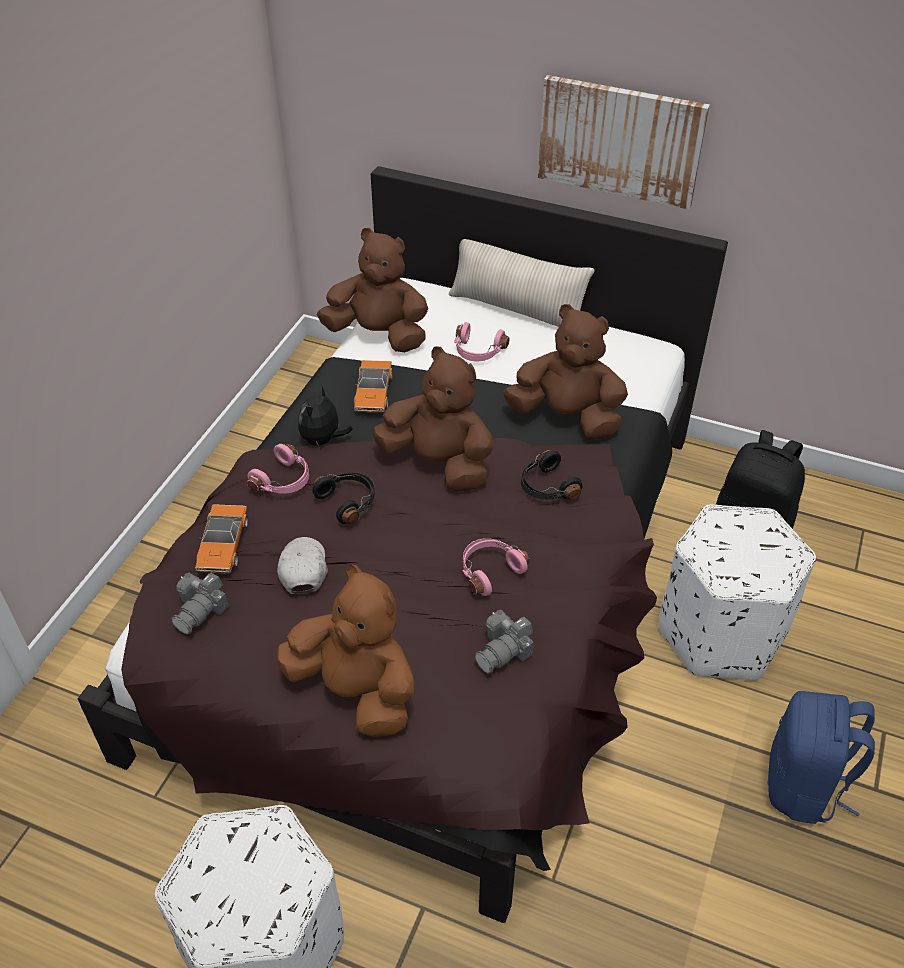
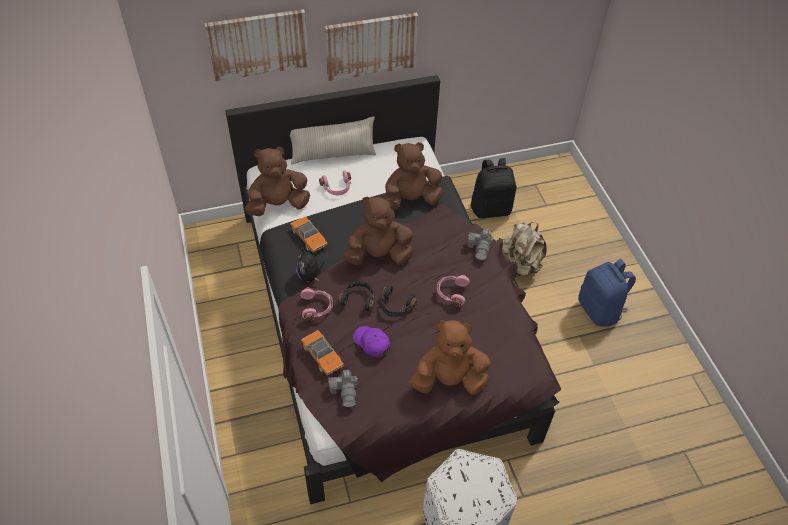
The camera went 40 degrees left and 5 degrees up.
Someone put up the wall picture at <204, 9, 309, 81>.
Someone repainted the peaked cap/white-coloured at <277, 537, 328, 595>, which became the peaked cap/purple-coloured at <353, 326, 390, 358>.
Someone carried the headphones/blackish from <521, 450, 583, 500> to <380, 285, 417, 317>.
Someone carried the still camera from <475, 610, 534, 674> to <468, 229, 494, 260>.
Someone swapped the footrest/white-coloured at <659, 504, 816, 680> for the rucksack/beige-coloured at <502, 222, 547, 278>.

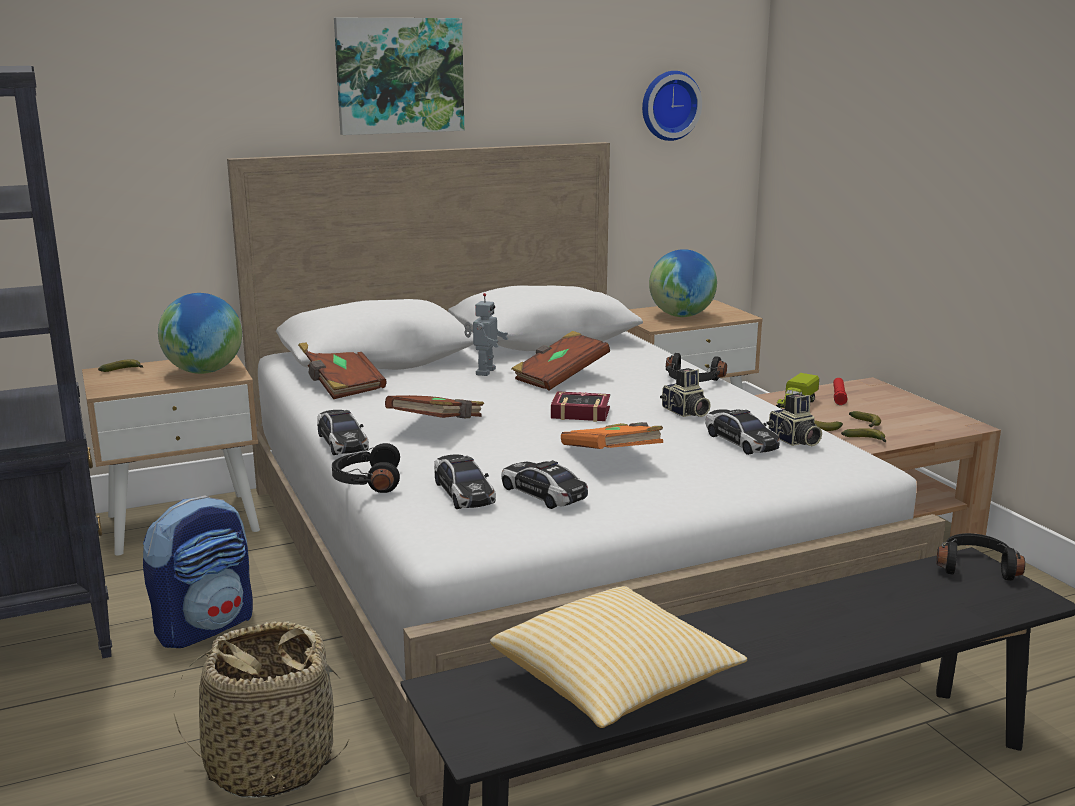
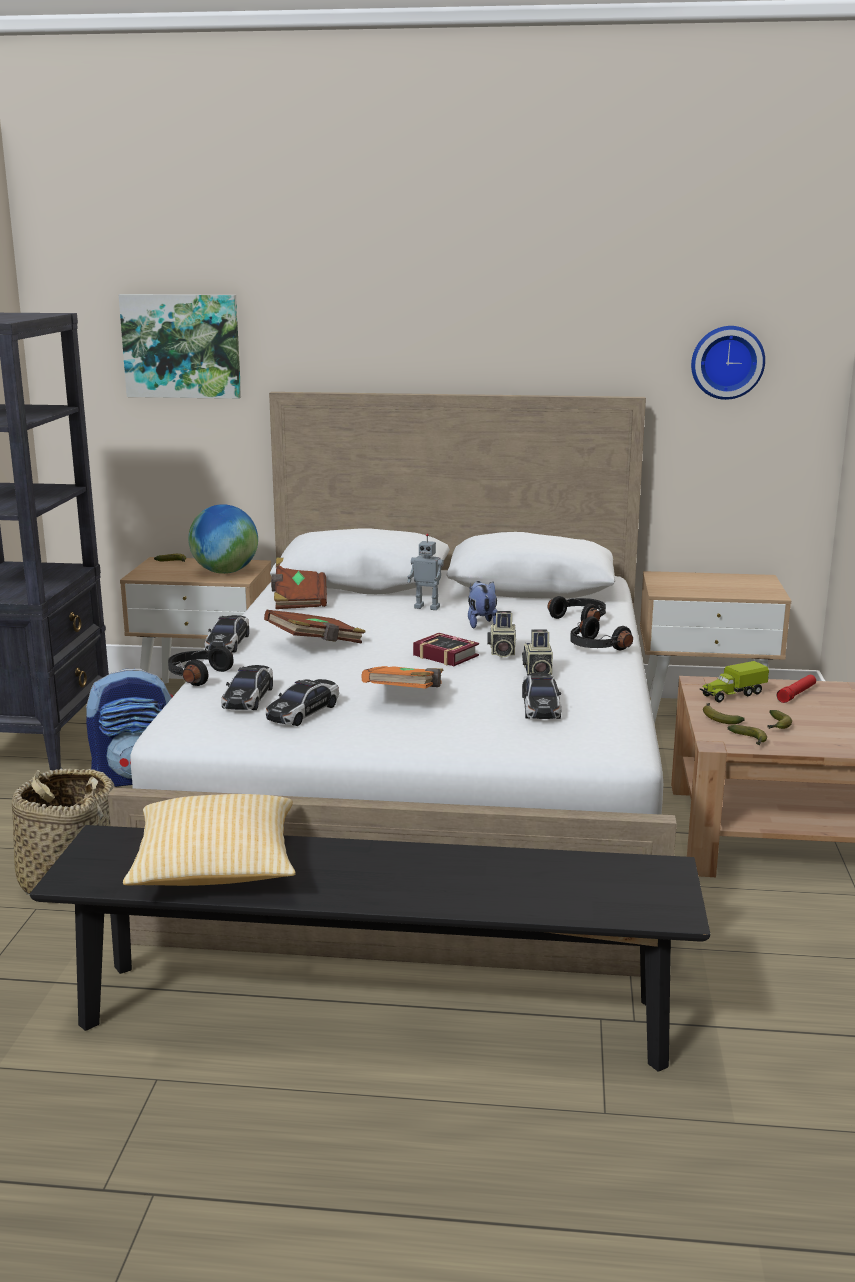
The camera went 30 degrees right and 0 degrees up.
Someone carried the wall picture from <334, 18, 464, 135> to <119, 294, 241, 399>.
Someone rotated the model car at <501, 460, 588, 509> by 135 degrees counterclockwise.
Someone rotated the toy robot at <464, 293, 508, 376> by 60 degrees clockwise.
Someone swapped the volume/brown at <512, 331, 610, 390> for the soft toy at <468, 581, 497, 629>.
Someone carried the still camera from <767, 393, 822, 446> to <487, 611, 516, 657>.
Someone carried the headphones/blackish from <936, 533, 1025, 581> to <548, 596, 606, 621>.
Someone took away the desk globe at <649, 249, 717, 317>.

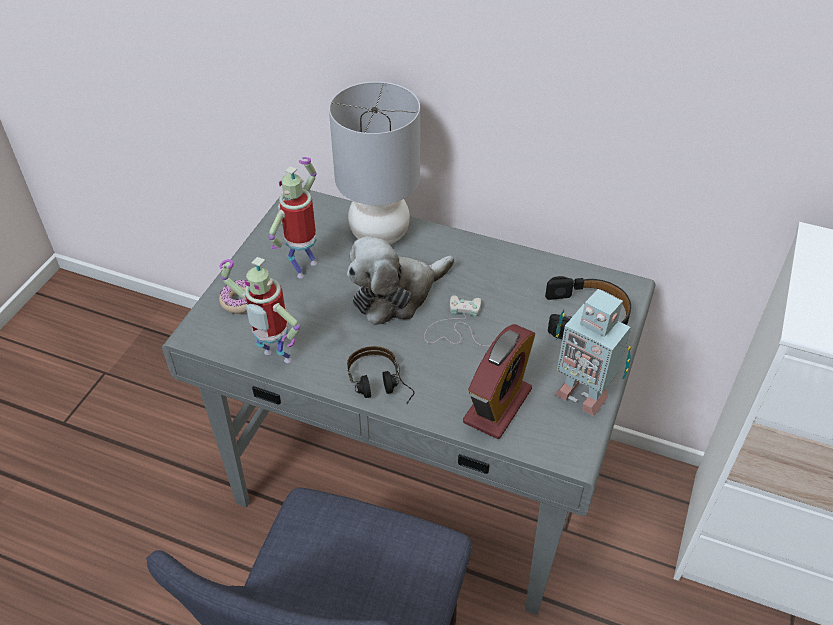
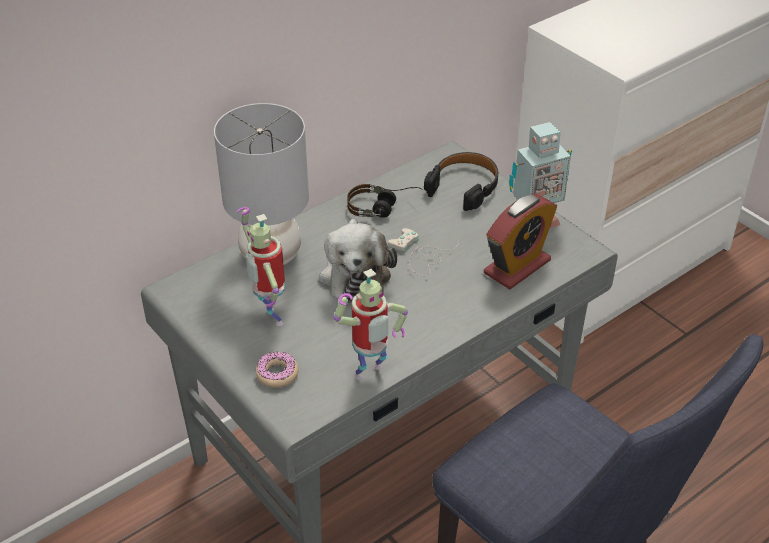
The camera went 60 degrees left and 5 degrees down.
Someone carried the headphones from <347, 346, 415, 404> to <347, 184, 423, 218>.
Someone rotated the alarm clock at <463, 324, 535, 439> by 75 degrees clockwise.

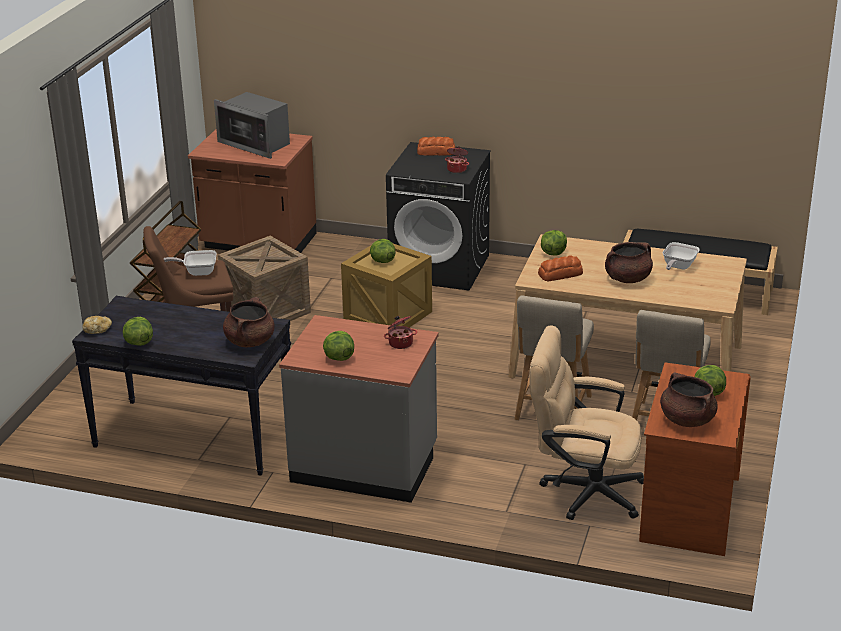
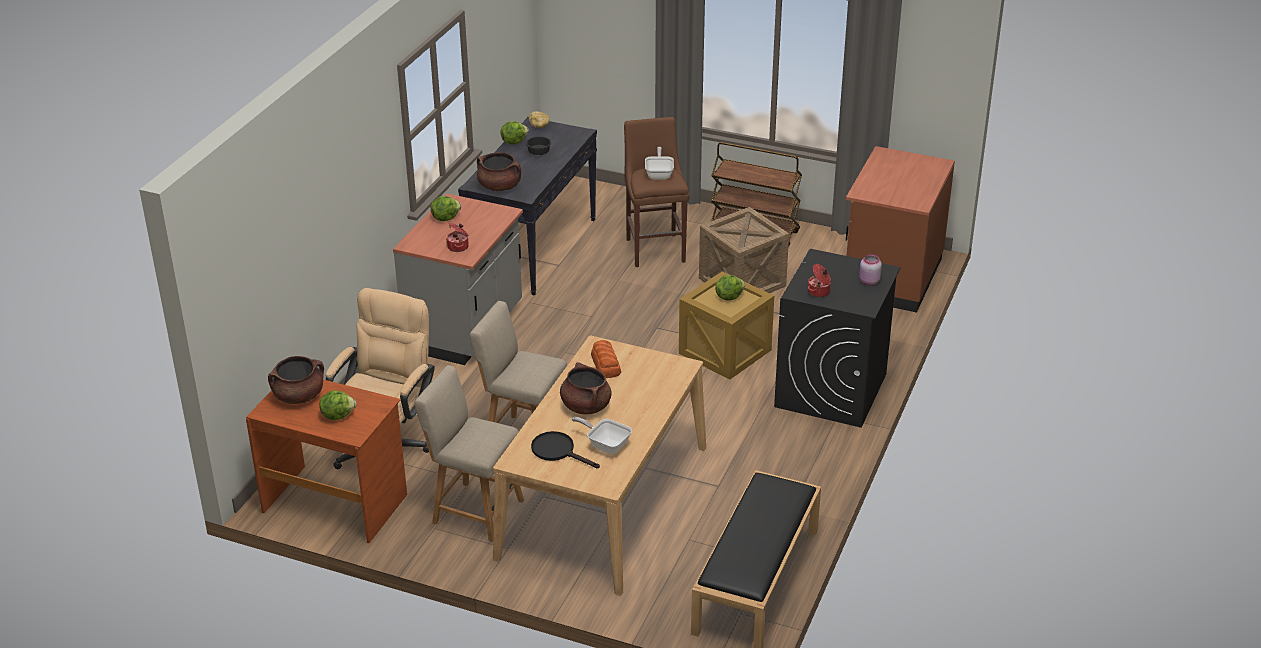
The camera went 95 degrees right and 5 degrees up.
Someone put down the bowl/blackish at <526, 136, 551, 155>.
Someone put down the pan/blackish at <531, 431, 600, 468>.
Someone swapped the bakery bread at <417, 137, 456, 156> for the storage jar/pinkish at <859, 254, 882, 285>.
Someone took away the kitchen microwave at <214, 92, 290, 159>.
Someone took away the head of lettuce at <541, 230, 567, 256>.

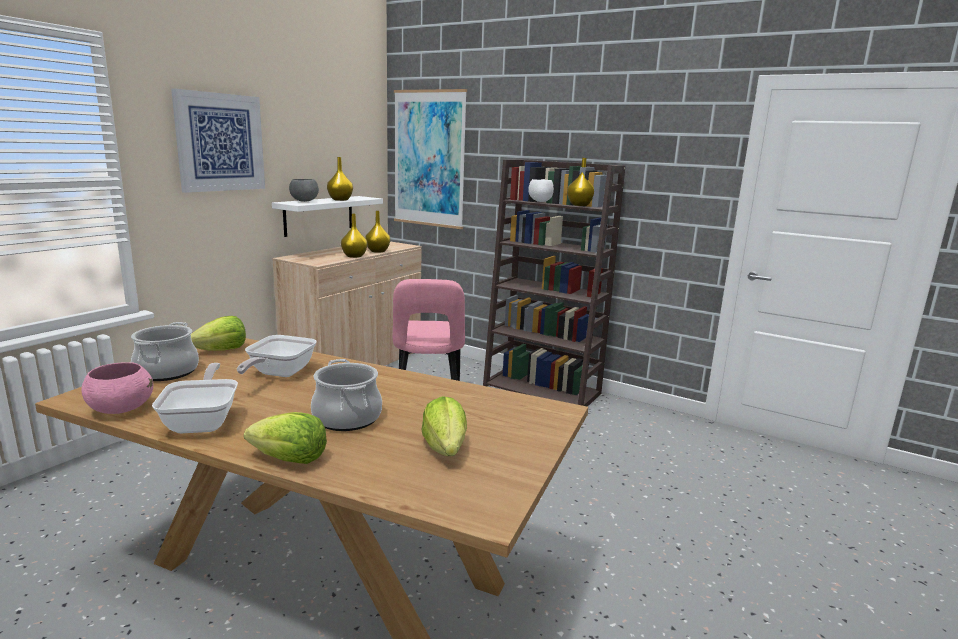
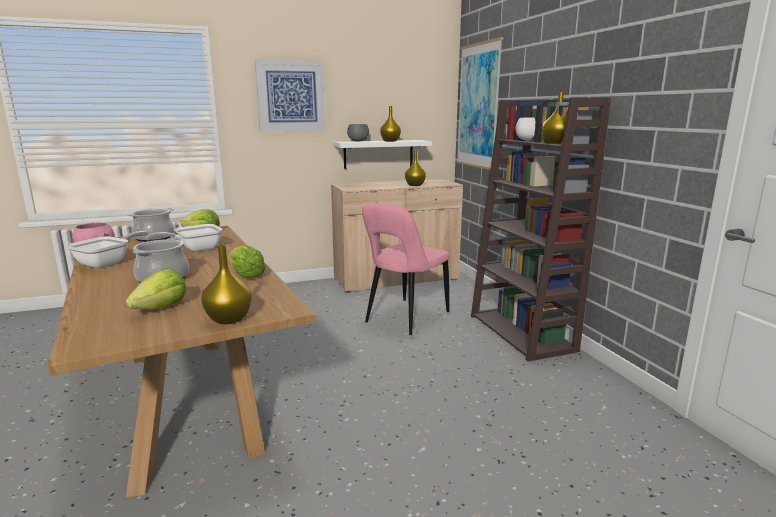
The camera went 40 degrees right and 0 degrees up.
Someone carried the vase/yellowish from <341, 214, 368, 258> to <201, 244, 252, 324>.
Someone carried the head of lettuce from <244, 412, 327, 464> to <229, 245, 265, 279>.

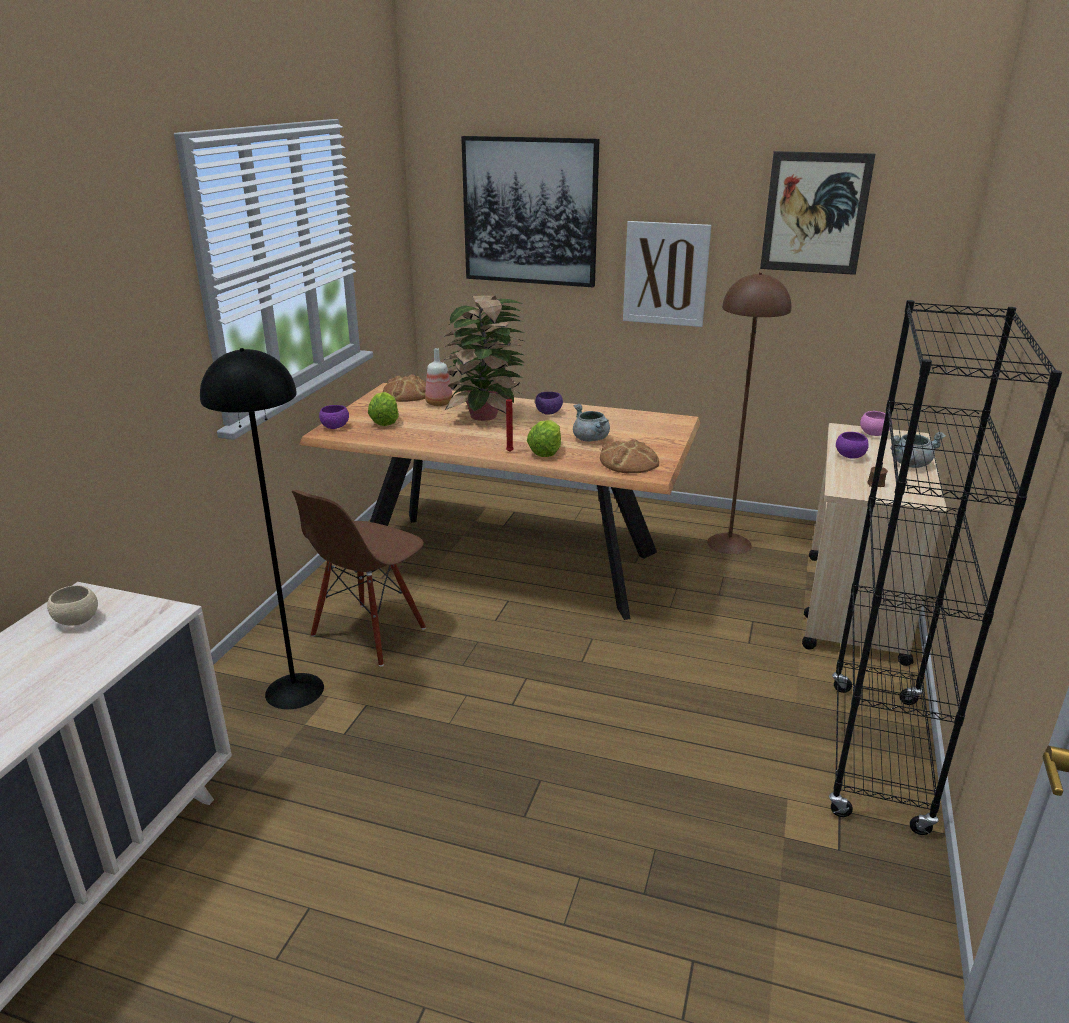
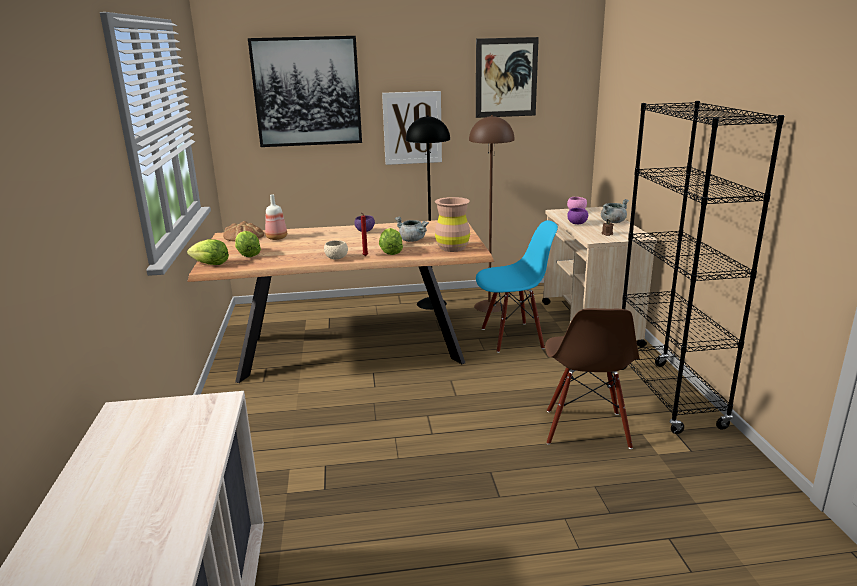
The camera went 25 degrees left and 5 degrees down.
Someone swapped the bowl/purple-coloured at <319, 405, 349, 429> for the head of lettuce at <187, 239, 229, 265>.
Someone carried the bowl/beige-coloured from <47, 585, 98, 625> to <324, 240, 348, 259>.
Someone carried the floor lamp/blackish from <200, 348, 324, 709> to <406, 115, 450, 310>.
Someone swapped the bakery bread at <600, 439, 659, 473> for the vase/brown at <435, 197, 470, 252>.
Someone put down the upright chair/blue-coloured at <476, 220, 558, 353>.
Someone carried the upright chair/brown from <292, 490, 426, 667> to <545, 308, 640, 449>.
Someone took away the houseplant at <444, 295, 525, 421>.

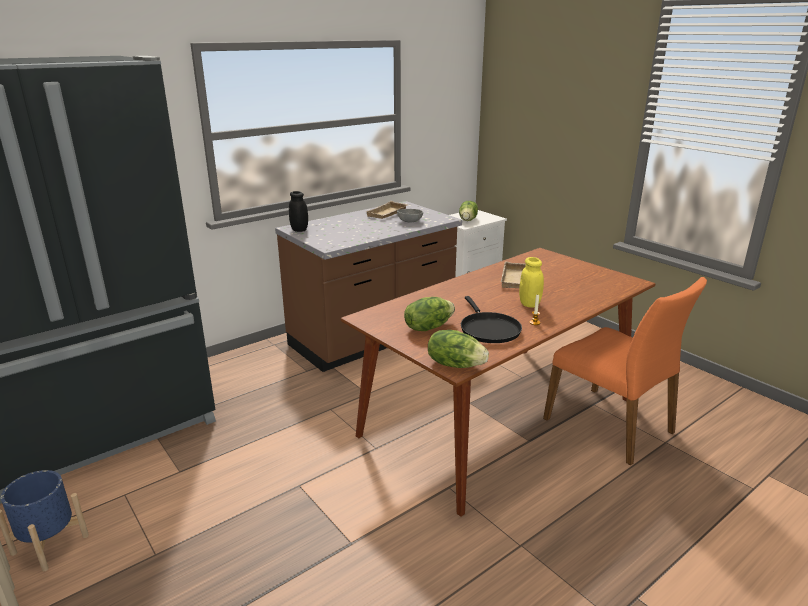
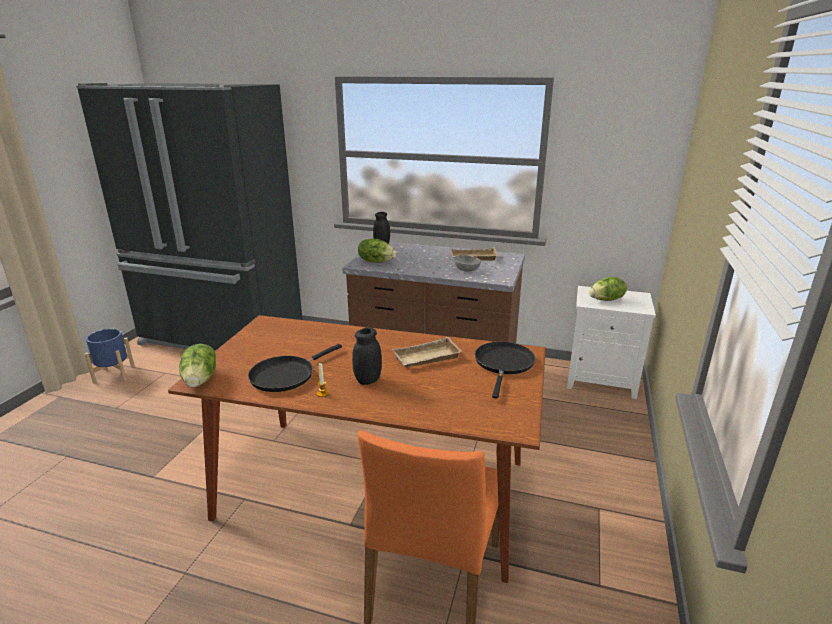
The camera went 55 degrees right and 0 degrees up.
Someone repainted the storage jar/yellowish at <519, 257, 544, 308>, which became the storage jar/blackish at <352, 328, 382, 385>.
Someone carried the head of lettuce from <404, 297, 455, 331> to <358, 239, 396, 263>.
Someone put down the pan/blackish at <475, 341, 535, 399>.

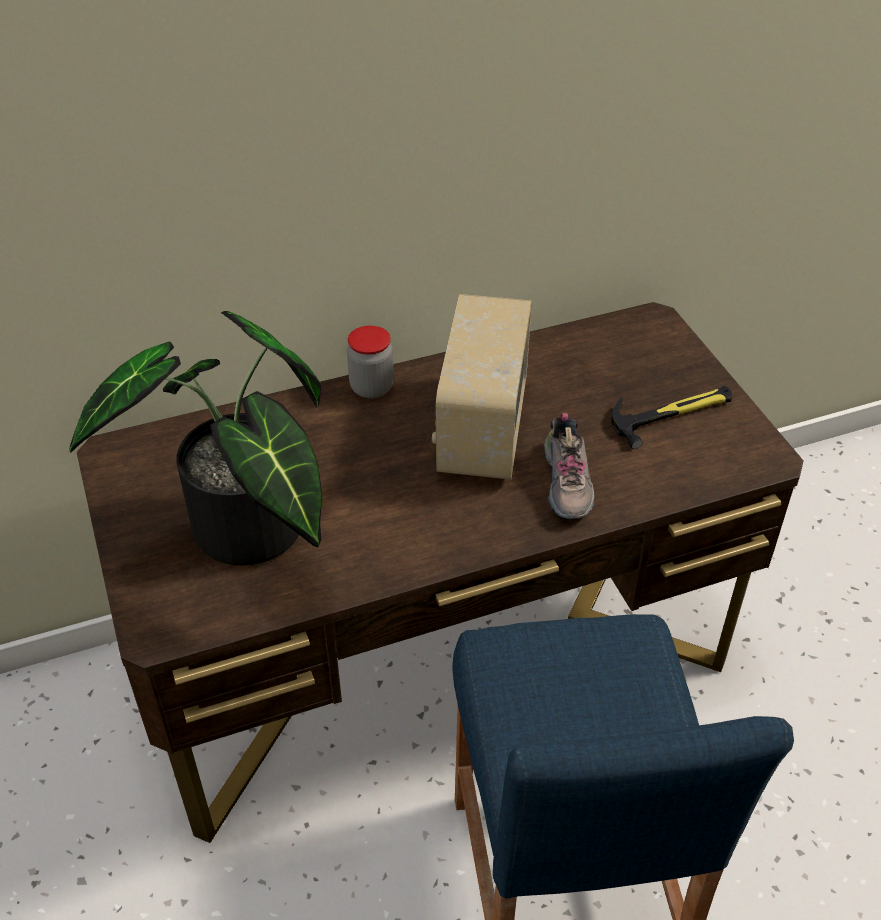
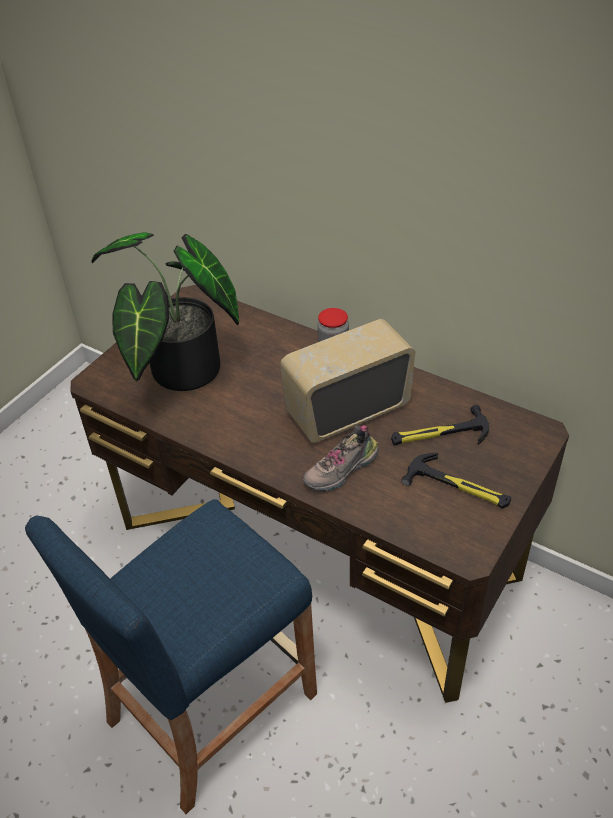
The camera went 55 degrees right and 0 degrees up.
Someone put down the hammer at <391, 405, 489, 445>.

